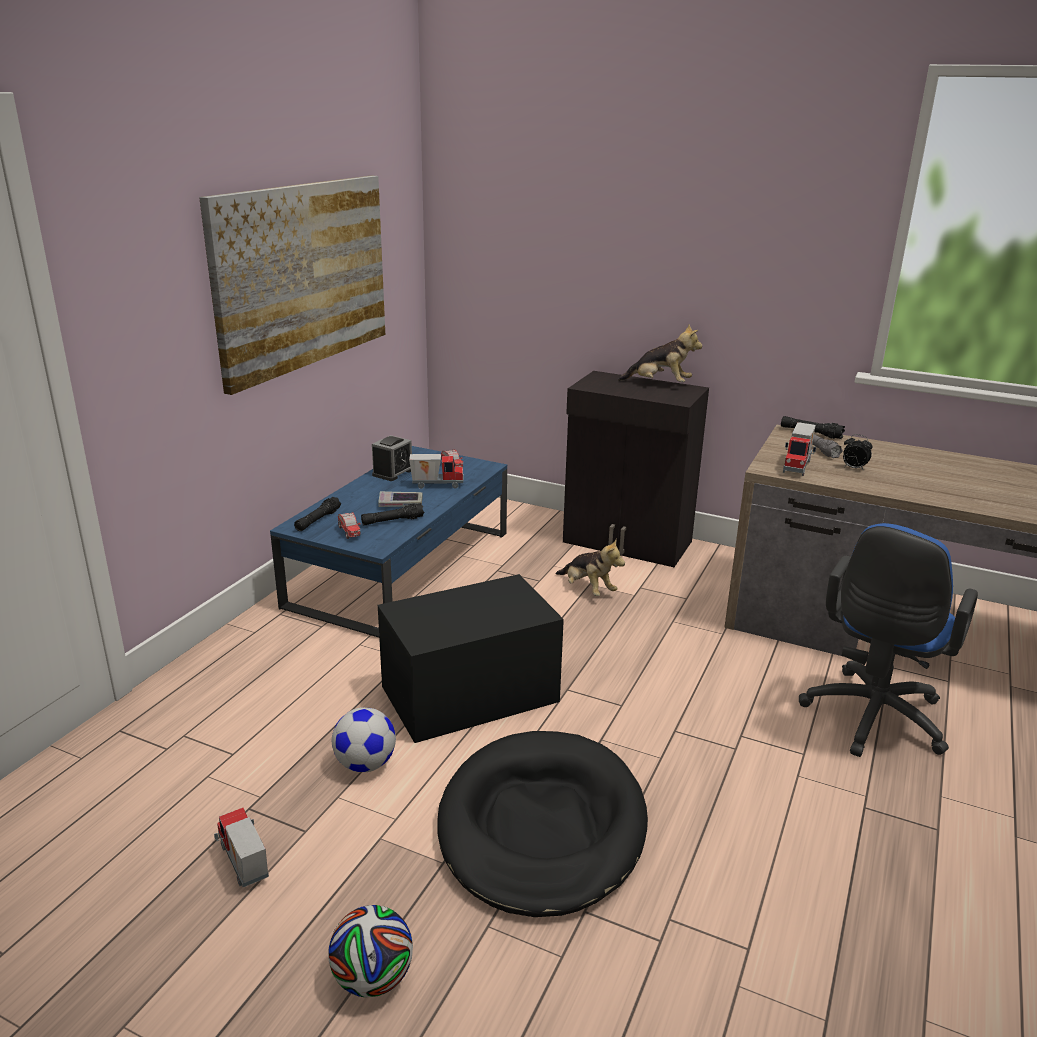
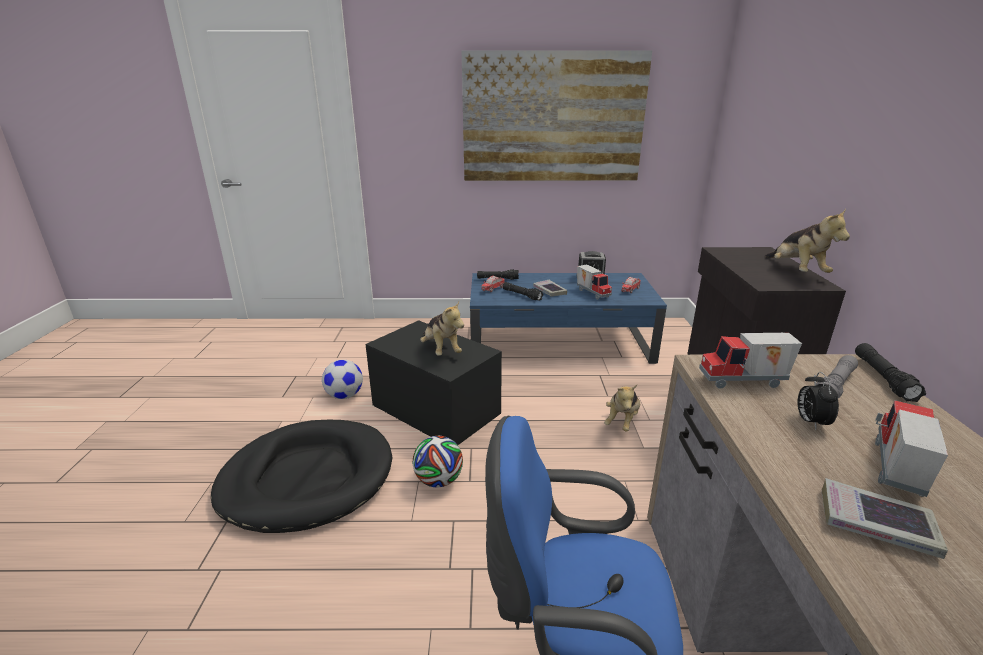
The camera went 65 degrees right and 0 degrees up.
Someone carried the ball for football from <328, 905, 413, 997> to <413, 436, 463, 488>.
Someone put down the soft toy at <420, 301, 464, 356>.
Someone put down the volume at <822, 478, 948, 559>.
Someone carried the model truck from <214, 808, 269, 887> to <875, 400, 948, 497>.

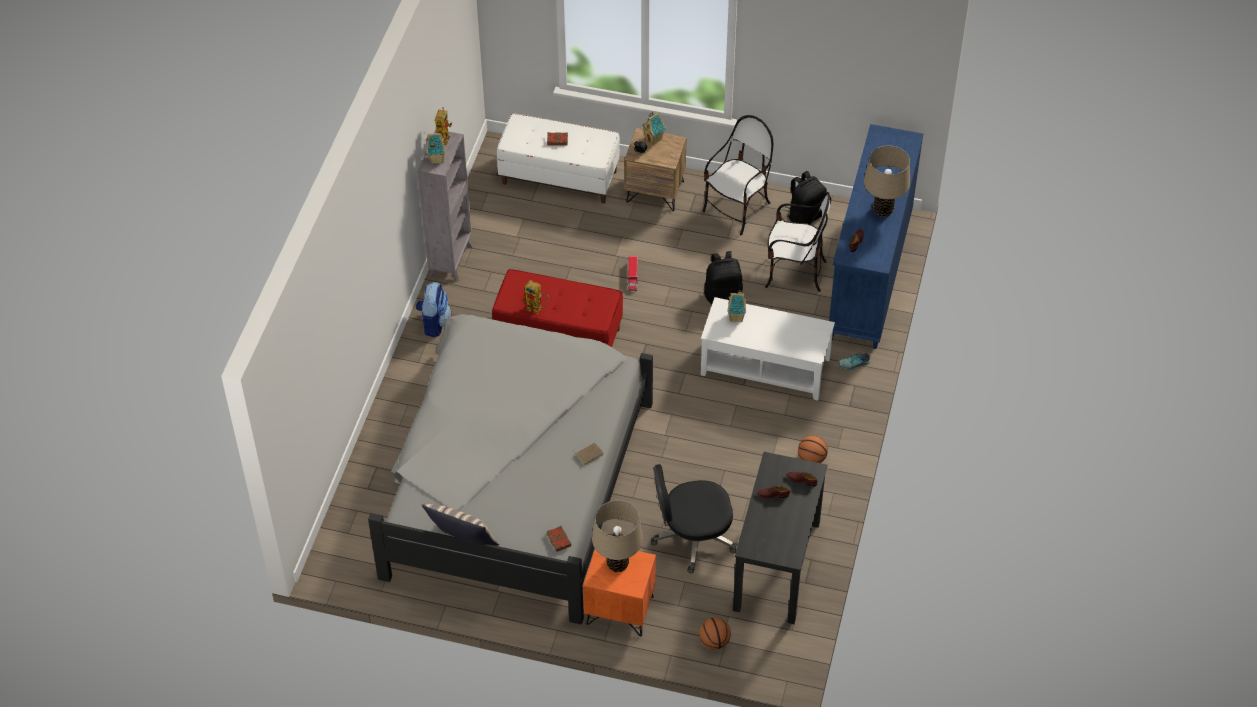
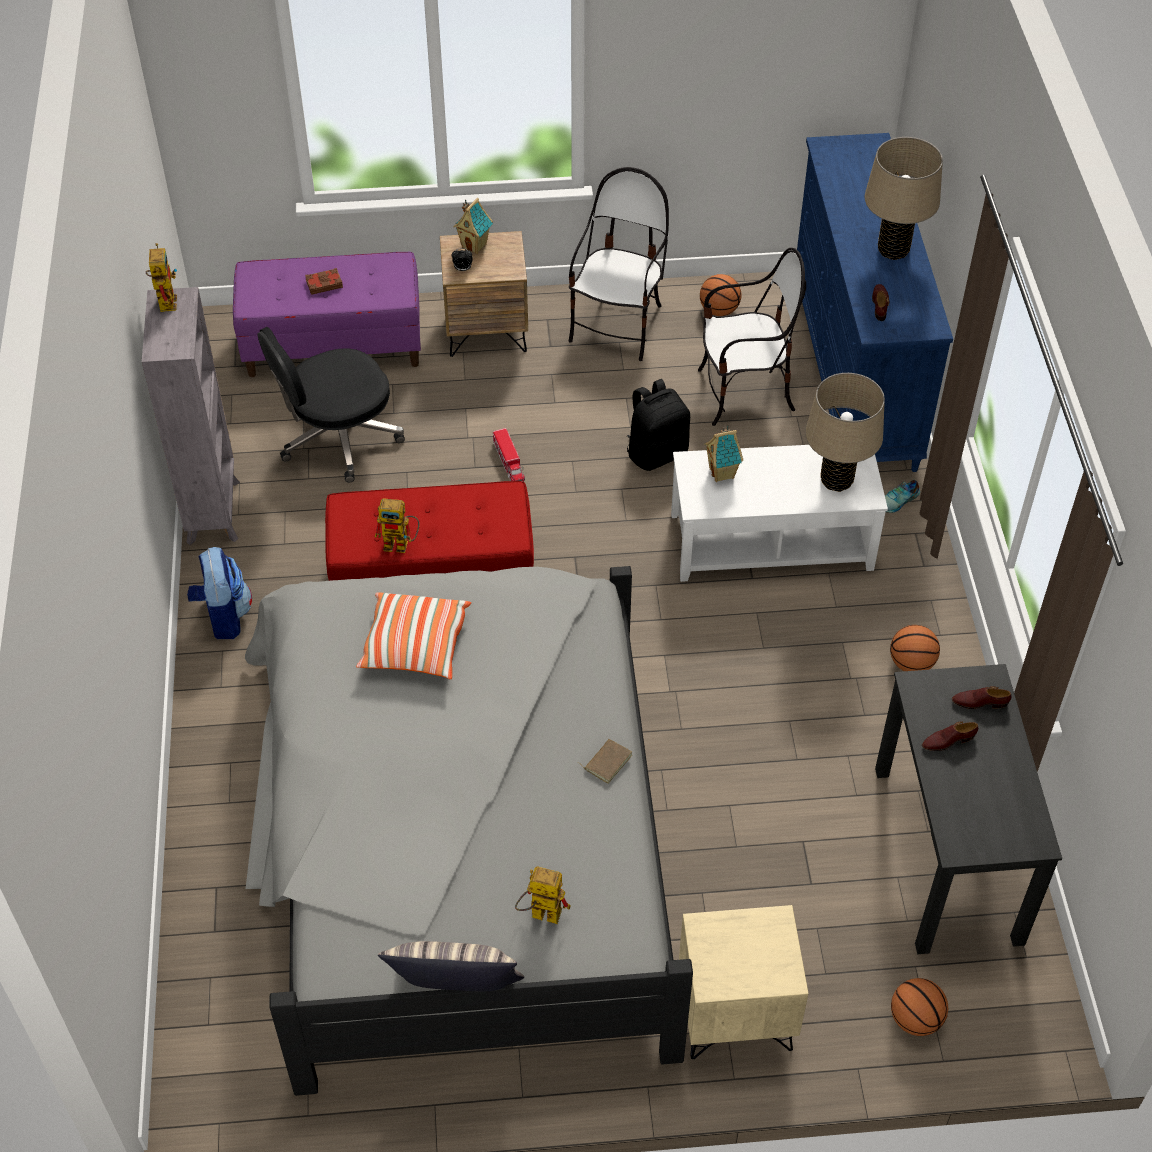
The camera went 20 degrees left and 0 degrees up.
Someone repainted the long seat/white-coloured at <496, 113, 620, 204>, which became the long seat/purple-coloured at <233, 252, 421, 377>.
Someone carried the office chair/blackish from <651, 464, 737, 573> to <258, 327, 405, 482>.
Someone put down the cushion at <356, 592, 471, 679>.
Someone put down the toy robot at <515, 866, 571, 924>.
Someone repainted the nightstand/orange-coloured at <583, 550, 656, 636>, which became the nightstand/beige-coloured at <679, 905, 809, 1059>.
Someone swapped the rucksack/blackish at <786, 171, 827, 224> for the ball for basketball at <700, 274, 741, 316>.
Someone carried the lamp for a table/beige-coloured from <592, 500, 643, 572> to <805, 373, 885, 492>.
Someone took away the miniature house at <426, 133, 445, 164>.
Someone took away the volume/brown at <547, 526, 571, 552>.

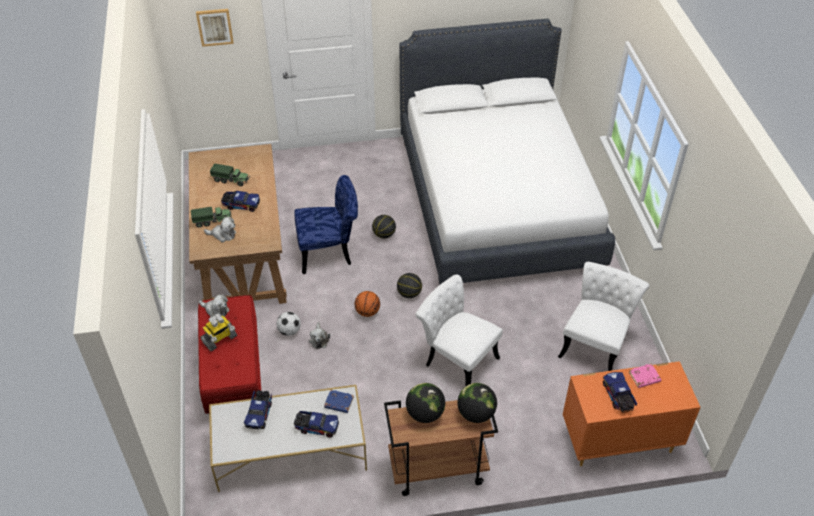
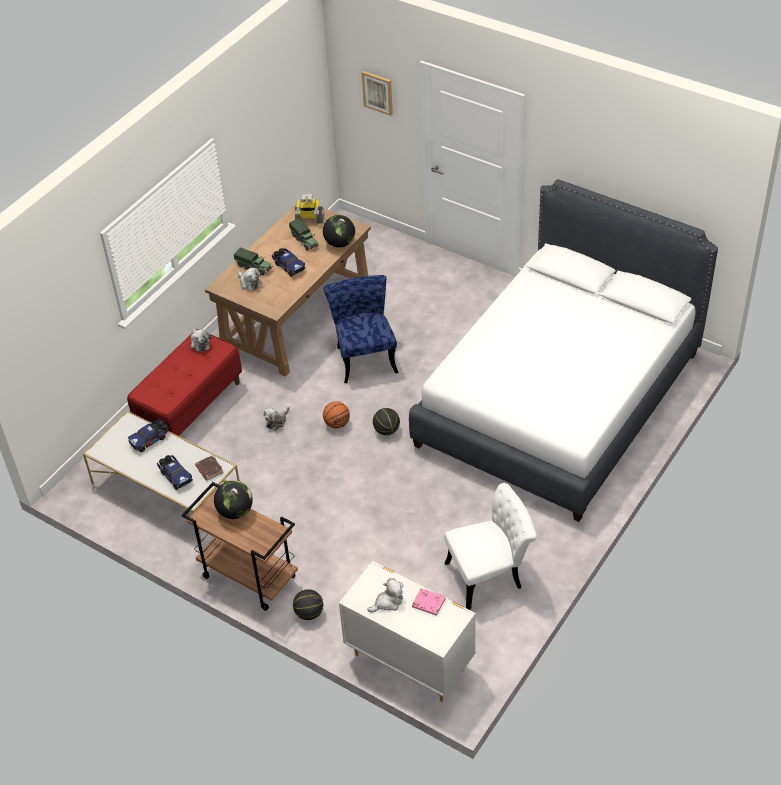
The camera went 45 degrees right and 0 degrees up.
Someone repainted the volume/blue-coloured at <324, 390, 354, 413>, which became the volume/brown at <195, 455, 224, 481>.
Someone carried the ball for basketball from <372, 215, 396, 239> to <293, 589, 323, 620>.
Someone carried the toy robot from <200, 314, 237, 351> to <295, 193, 324, 223>.
Someone carried the desk globe from <457, 383, 497, 423> to <323, 215, 355, 248>.
Someone rotated the upright chair/blue-coloured at <295, 175, 358, 274> by 135 degrees counterclockwise.
Someone repainted the drawer chest/orange-coloured at <563, 361, 701, 466>, which became the drawer chest/white-coloured at <339, 561, 476, 702>.
Someone swapped the model truck at <603, 372, 637, 413> for the soft toy at <367, 578, 404, 613>.
Someone took away the ball for football at <277, 312, 301, 336>.
Someone took away the upright chair/white-coloured at <415, 274, 503, 387>.

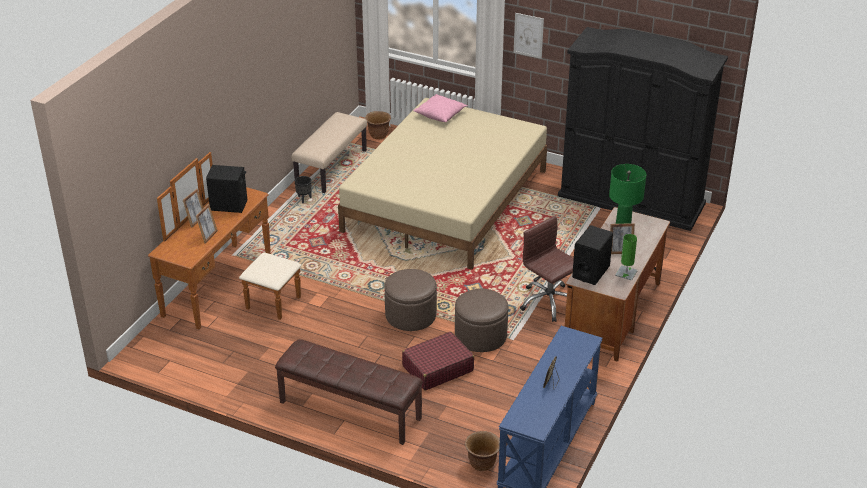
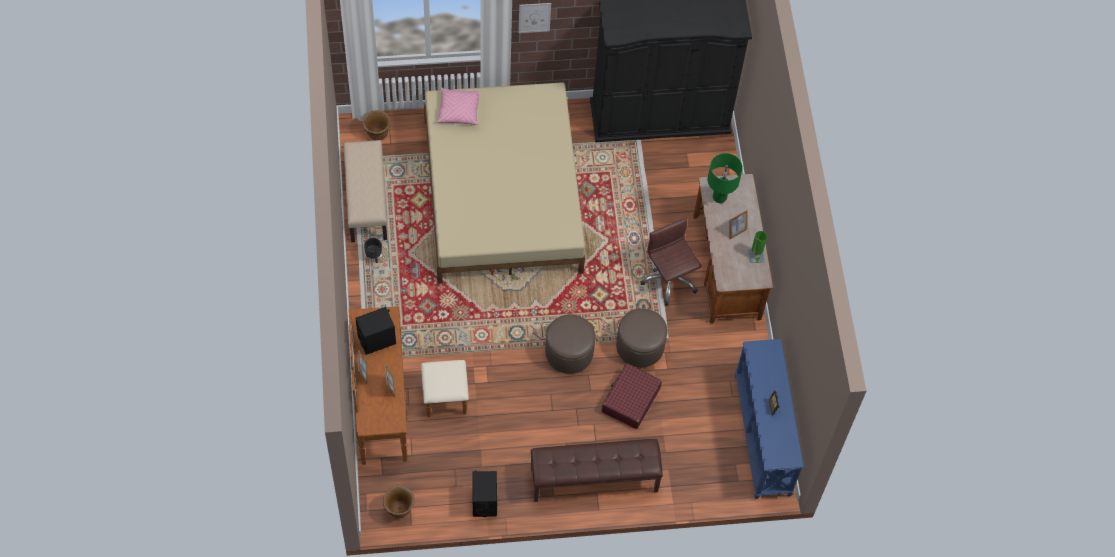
The camera went 35 degrees left and 25 degrees up.
Someone carried the planter/brown from <465, 431, 500, 471> to <383, 486, 415, 519>.
Someone carried the loudspeaker/blackish from <572, 225, 613, 285> to <472, 470, 497, 517>.
Someone rotated the office chair/brown at <520, 216, 574, 322> by 45 degrees clockwise.

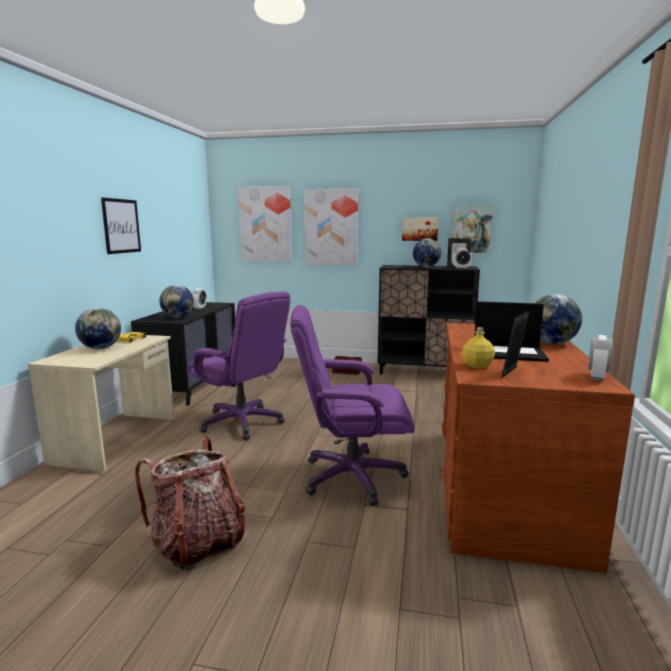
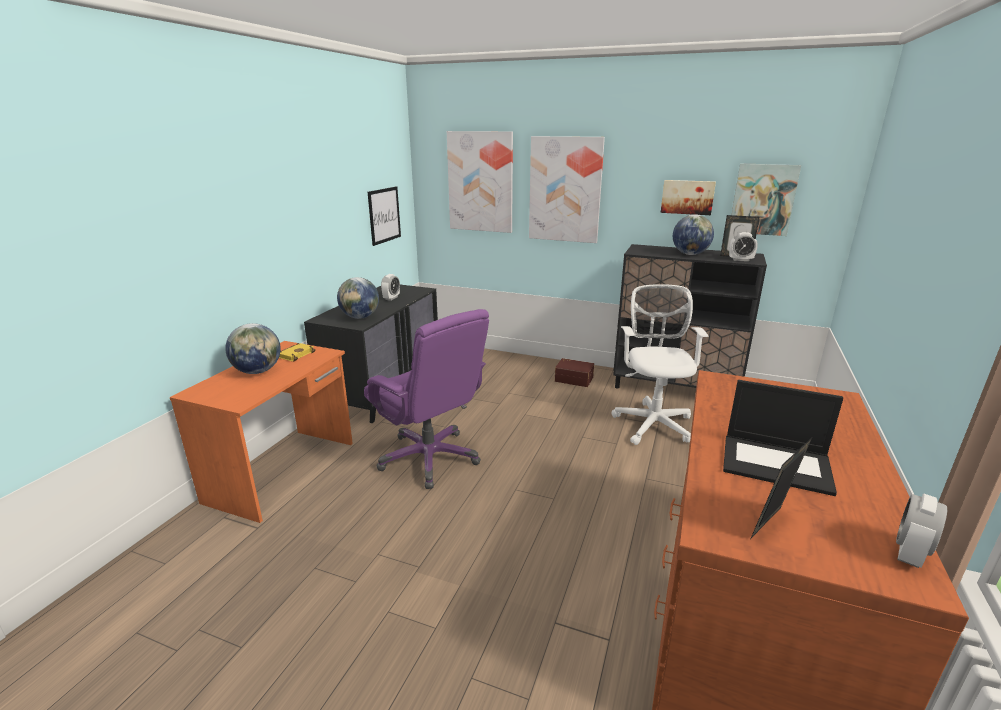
The camera went 10 degrees right and 10 degrees up.
Someone repainted the desk/beige-coloured at <28, 334, 174, 472>, which became the desk/orange-coloured at <170, 341, 353, 523>.
Someone carried the wall picture from <101, 197, 141, 254> to <368, 186, 401, 246>.
Someone put down the office chair/white-coloured at <612, 284, 709, 445>.
Someone took away the rucksack at <135, 436, 246, 570>.
Someone took away the office chair/purple-coloured at <290, 305, 415, 506>.
Someone took away the bottle/yellowish at <462, 327, 495, 368>.
Someone took away the desk globe at <535, 294, 582, 344>.

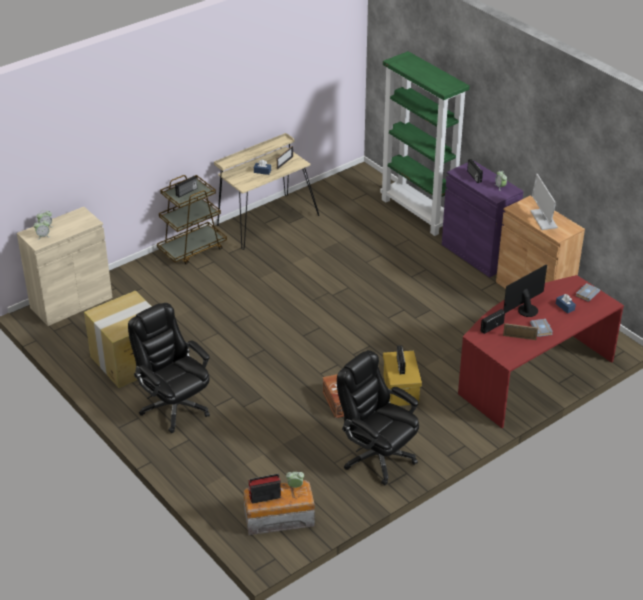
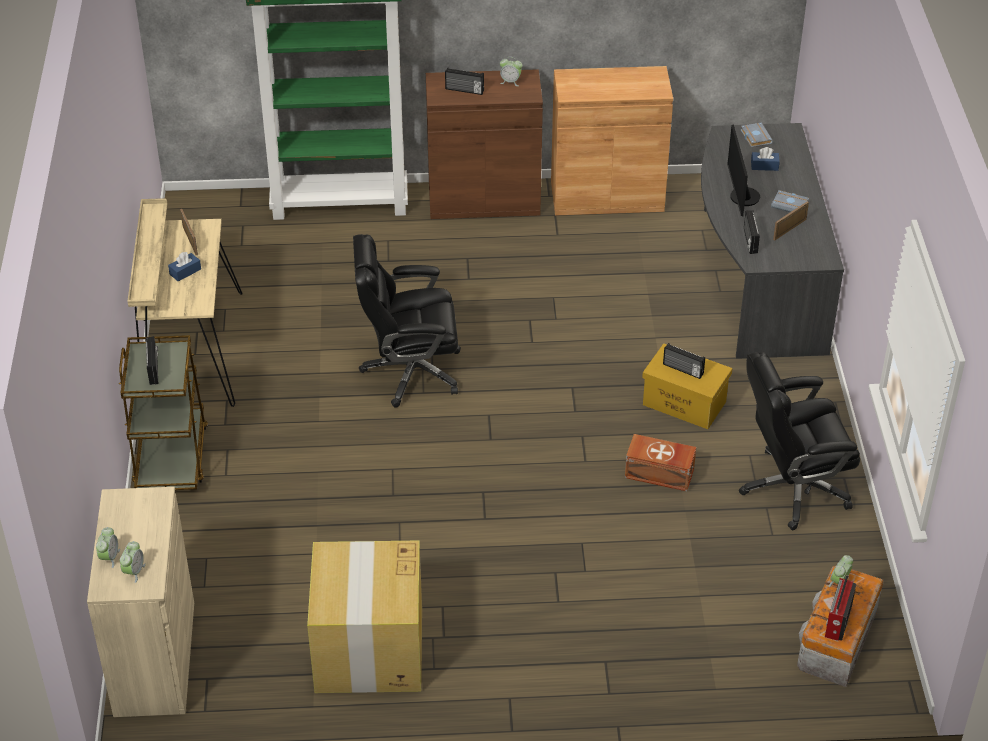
The camera went 55 degrees left and 5 degrees up.
Someone carried the office chair/blackish from <128, 303, 210, 433> to <353, 234, 461, 408>.
Someone repainted the cabinet/purple-coloured at <442, 160, 523, 278>, which became the cabinet/brown at <426, 69, 543, 219>.
Someone repainted the desk/reddish at <458, 275, 624, 428>, which became the desk/grey at <701, 123, 844, 359>.
Someone took away the monitor at <530, 174, 558, 230>.

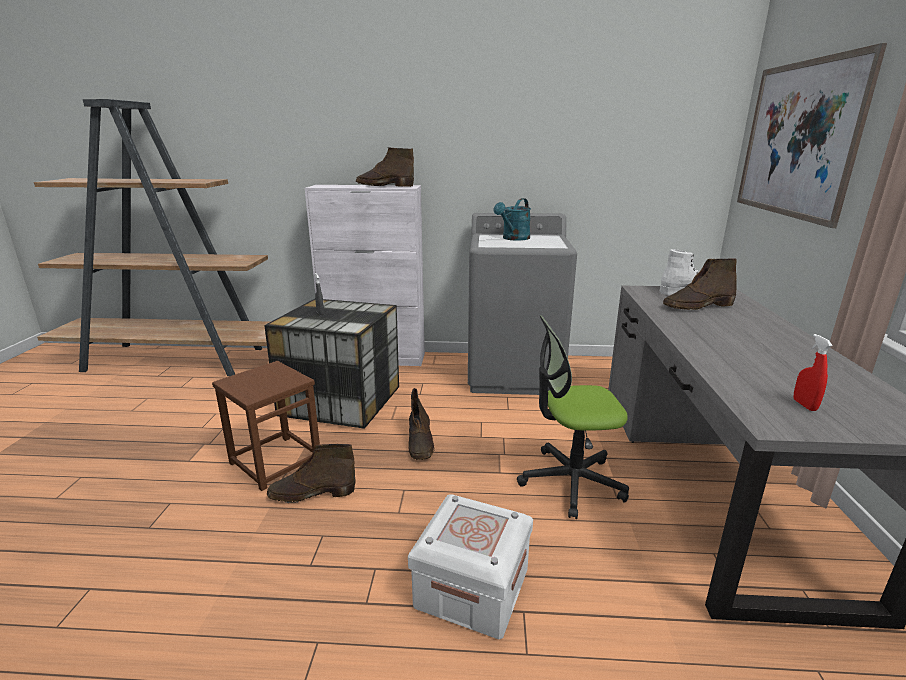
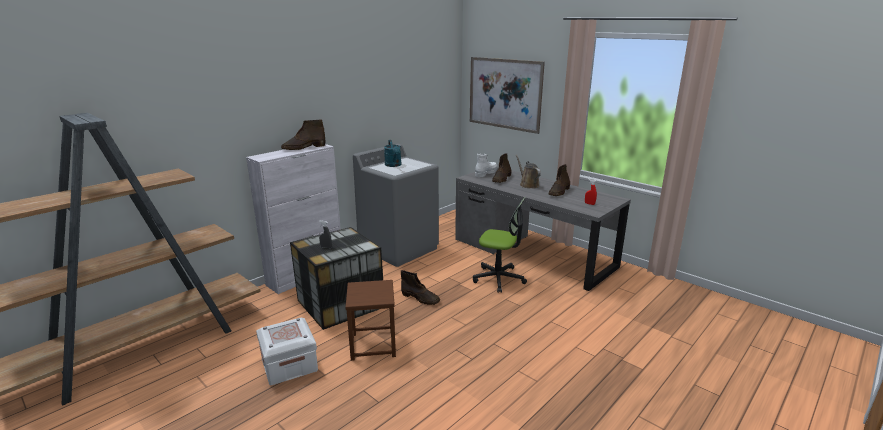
The camera went 50 degrees left and 0 degrees up.
Someone carried the storage box/white-coloured from <408, 495, 533, 639> to <256, 318, 318, 385>.
Someone rotated the office chair at <517, 315, 629, 519> by 105 degrees counterclockwise.
Someone put down the sprinkling can/brown at <516, 155, 541, 189>.
Someone carried the tall boot/brown from <267, 444, 355, 503> to <549, 164, 570, 196>.

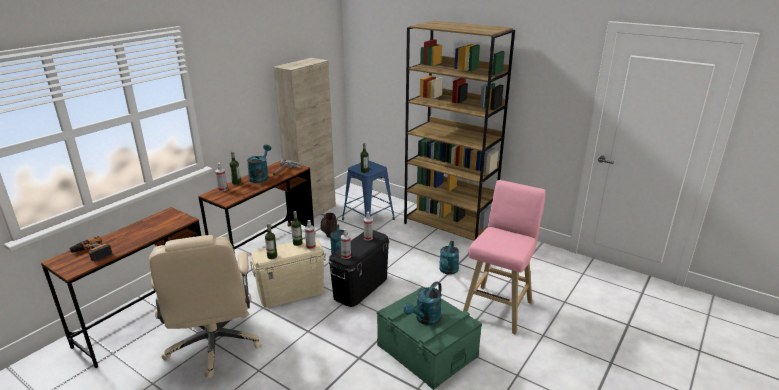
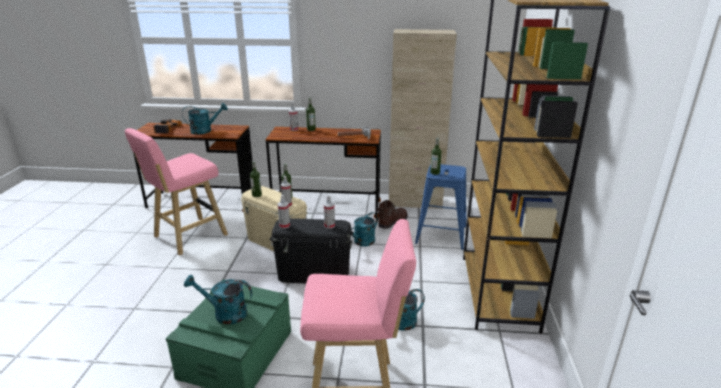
The camera went 60 degrees right and 0 degrees up.
Someone swapped the office chair/beige-coloured at <149, 235, 262, 378> for the stool/pinkish at <125, 128, 228, 256>.
Someone carried the sprinkling can/blue-green from <247, 145, 272, 183> to <182, 103, 228, 134>.

